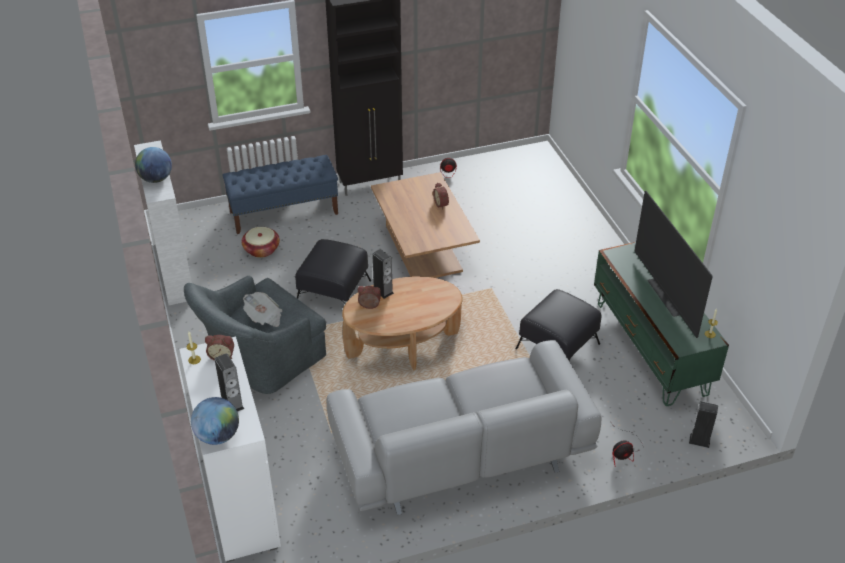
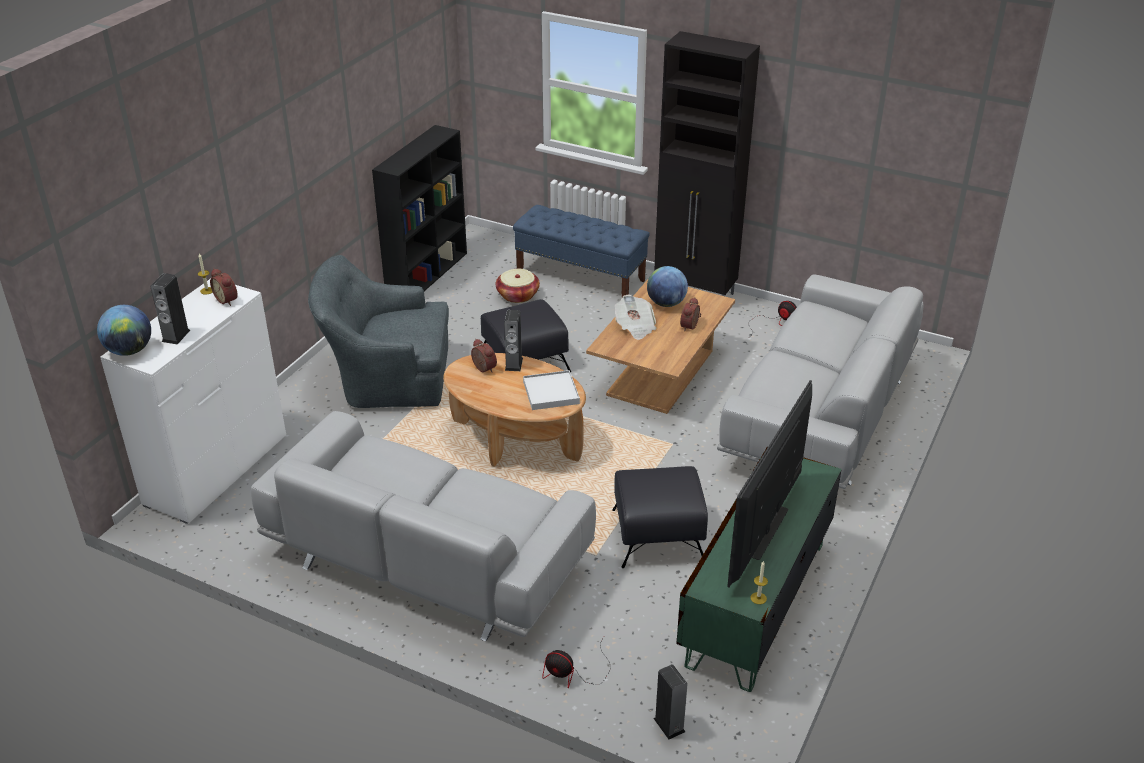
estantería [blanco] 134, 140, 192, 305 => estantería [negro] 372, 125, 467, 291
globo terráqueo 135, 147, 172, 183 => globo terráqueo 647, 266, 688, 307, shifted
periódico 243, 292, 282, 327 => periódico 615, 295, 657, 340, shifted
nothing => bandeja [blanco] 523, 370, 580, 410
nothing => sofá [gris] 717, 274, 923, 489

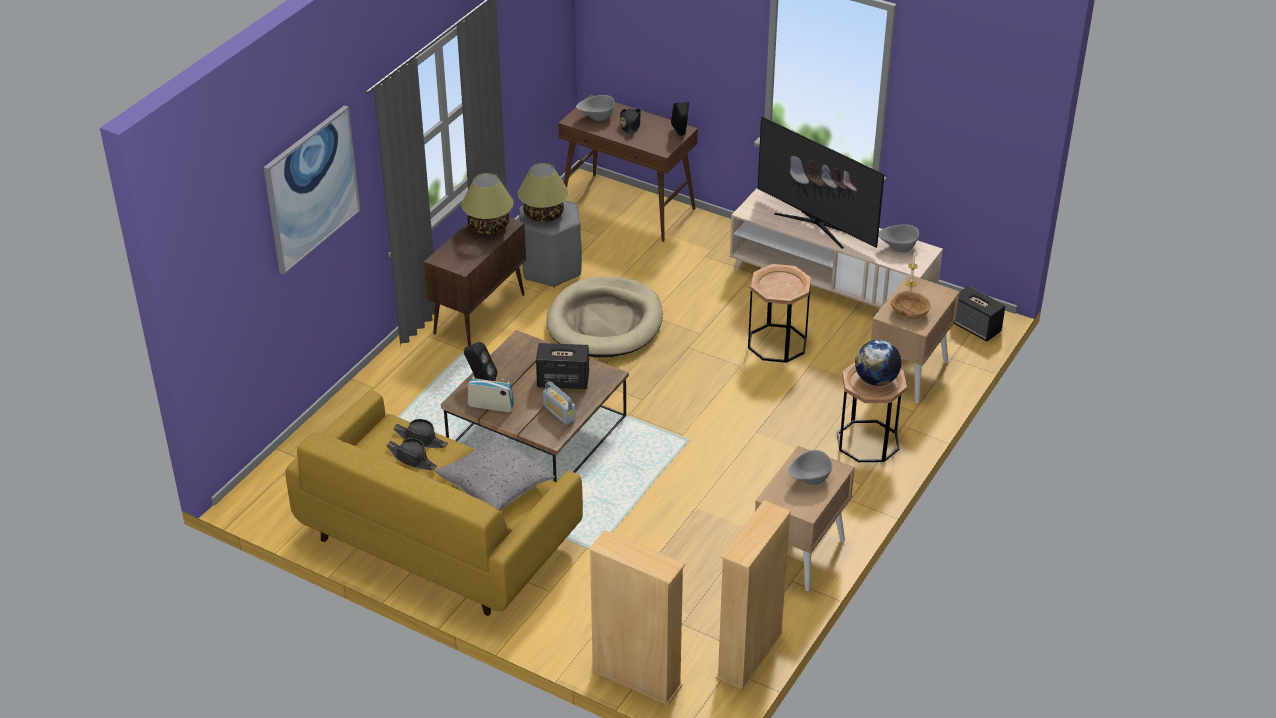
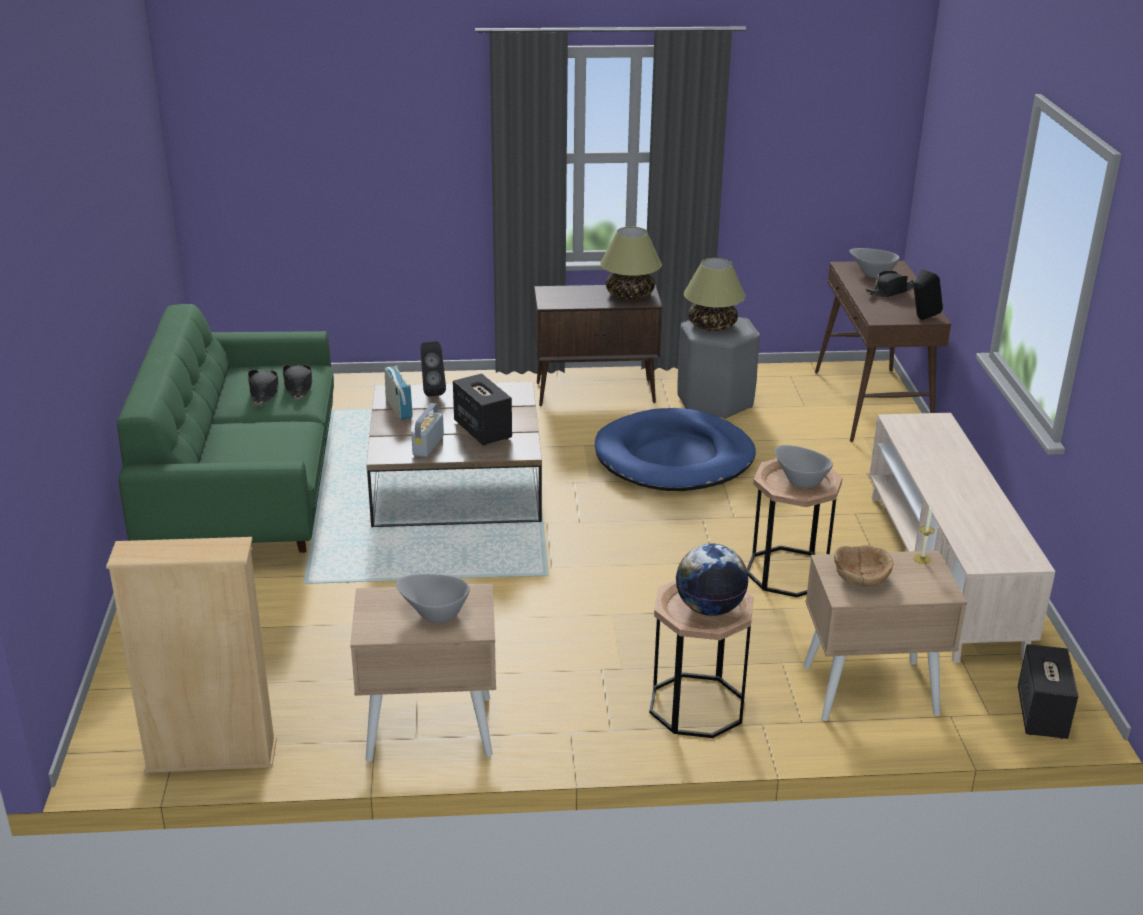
cuadro 264, 105, 361, 274 => nothing
sofá [amarillo] 285, 390, 583, 616 => sofá [verde] 117, 304, 334, 553
cojín [gris] 435, 433, 555, 511 => nothing
cama para perro [beis] 546, 276, 663, 358 => cama para perro [azul] 595, 408, 756, 491
estantería [beis] 589, 530, 685, 705 => nothing
televisor 758, 117, 884, 249 => nothing
cuenco [gris] 878, 224, 919, 252 => cuenco [gris] 775, 445, 833, 488, shifted

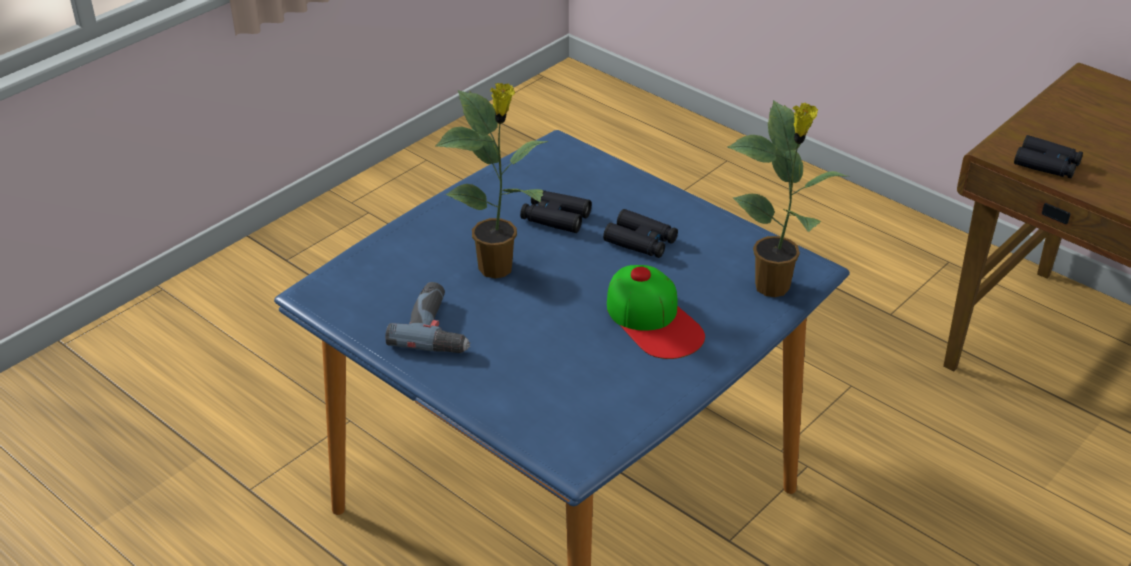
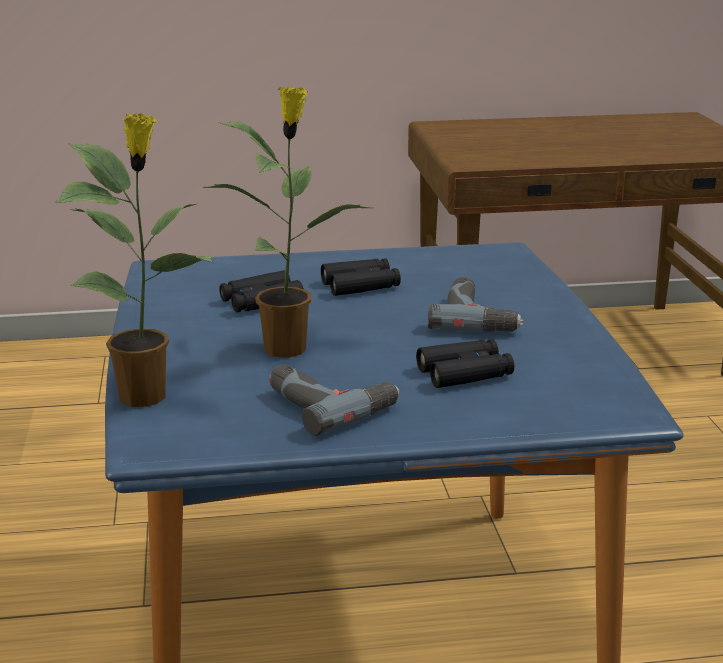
gorra 607, 265, 705, 359 => taladro 428, 277, 523, 332
planta en maceta 728, 100, 847, 297 => planta en maceta 55, 113, 213, 407, shifted
prismáticos [negro] 1014, 135, 1083, 178 => prismáticos [negro] 416, 339, 514, 388, shifted

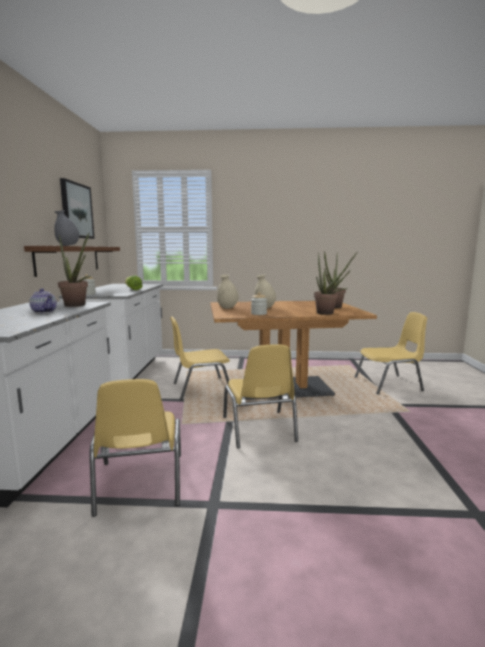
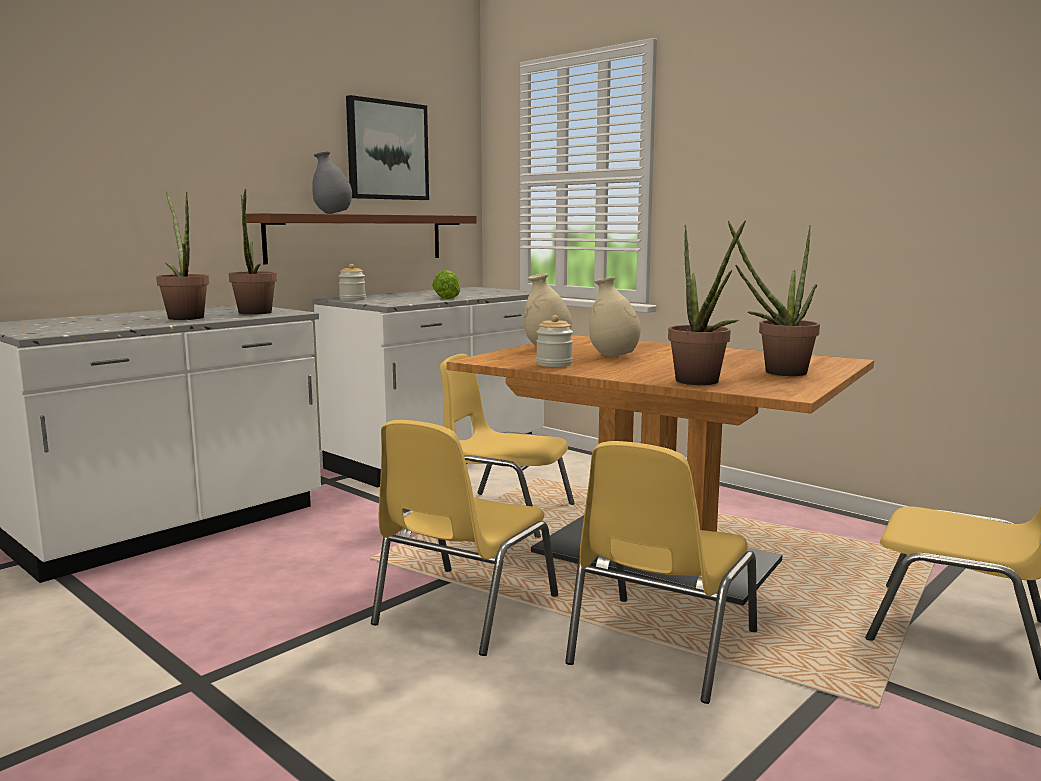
tetera 29, 288, 57, 313 => planta en maceta 156, 191, 209, 320
silla [amarillo] 89, 379, 181, 517 => silla [amarillo] 565, 441, 757, 704, shifted

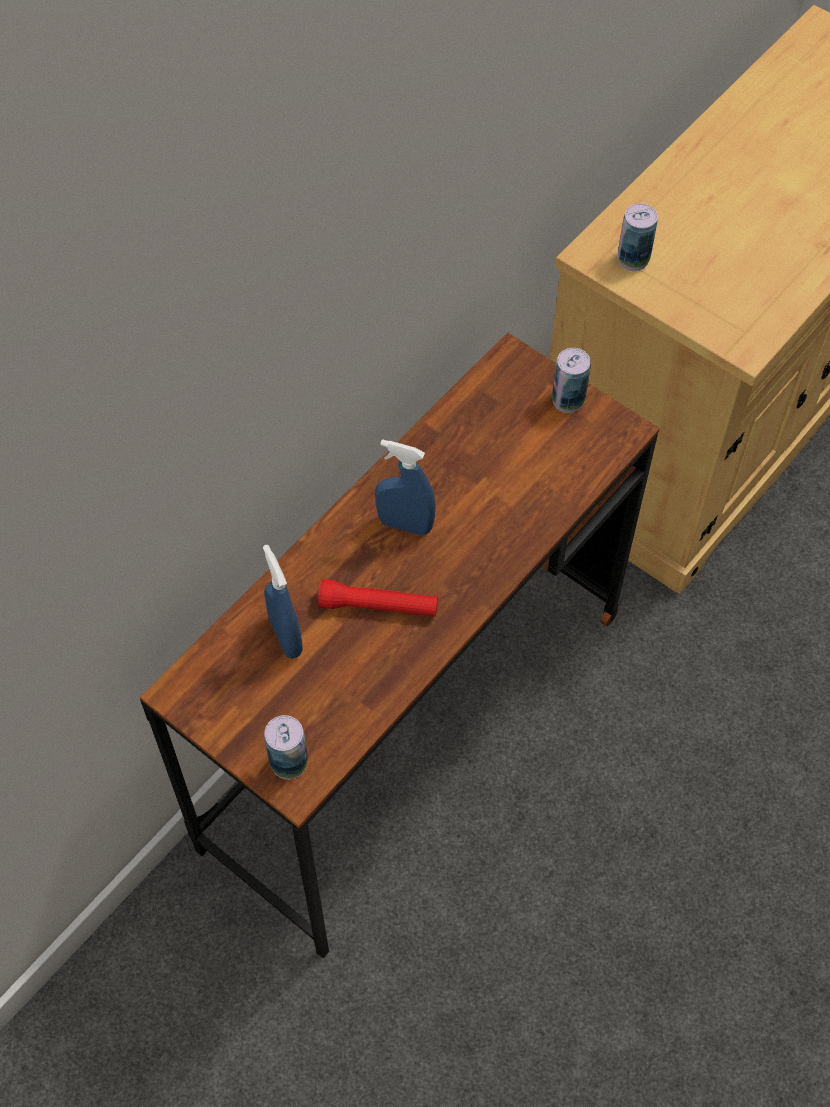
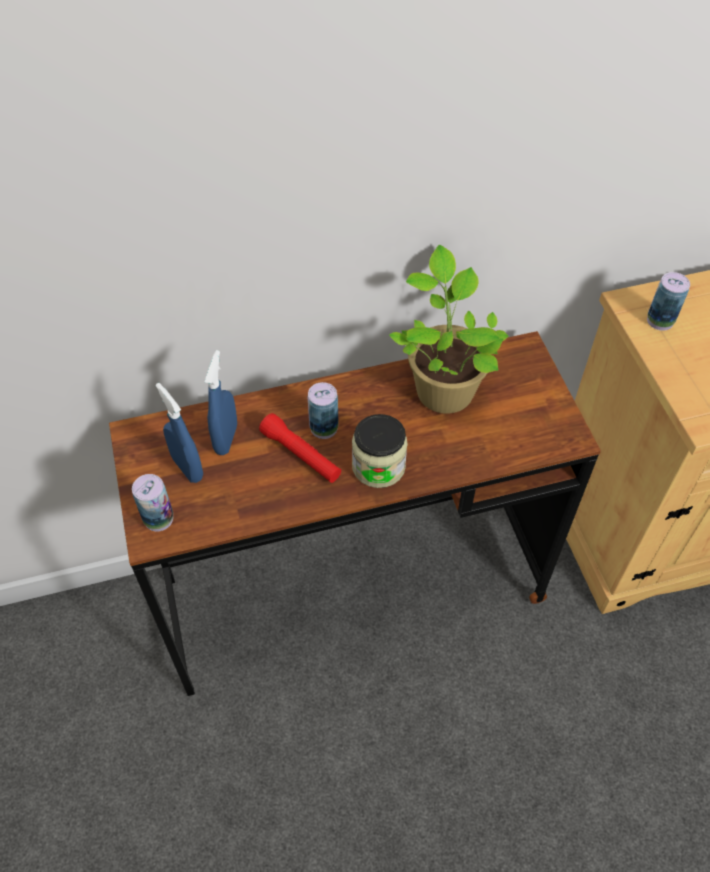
pulverizador [azul] 375, 439, 436, 536 => pulverizador [azul] 155, 383, 203, 483, shifted
lata 552, 348, 591, 413 => lata 307, 382, 339, 439, shifted
nothing => tarro 352, 414, 408, 488
nothing => planta en maceta 389, 245, 509, 414

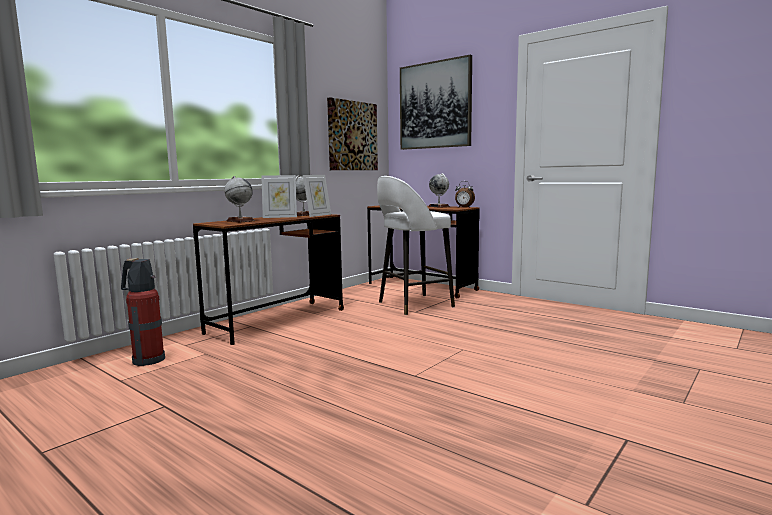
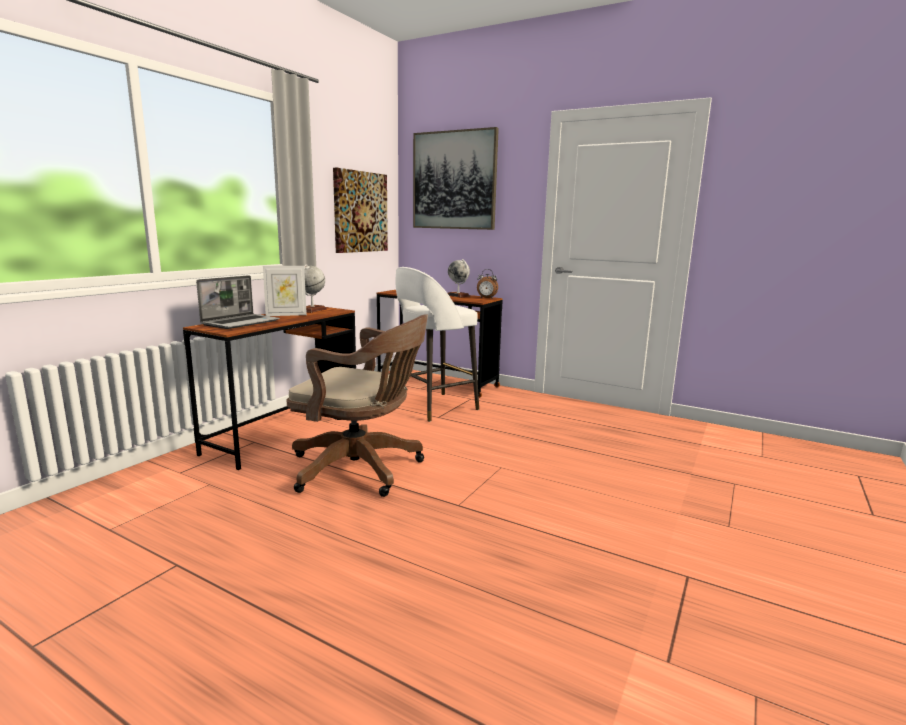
extintor 121, 258, 165, 366 => nothing
globo terráqueo 225, 176, 255, 222 => portátil 196, 275, 280, 329
portarretratos 303, 175, 331, 217 => nothing
nothing => silla de oficina [marrón] 287, 314, 428, 497

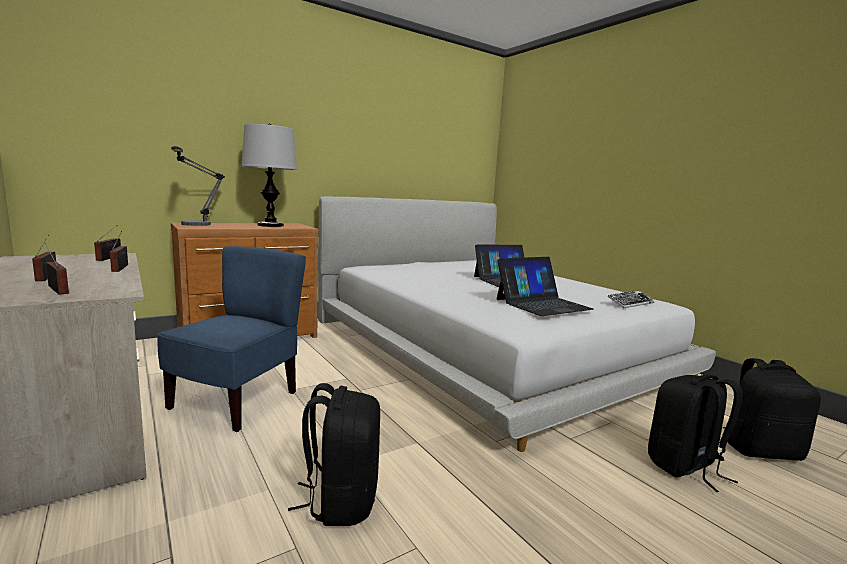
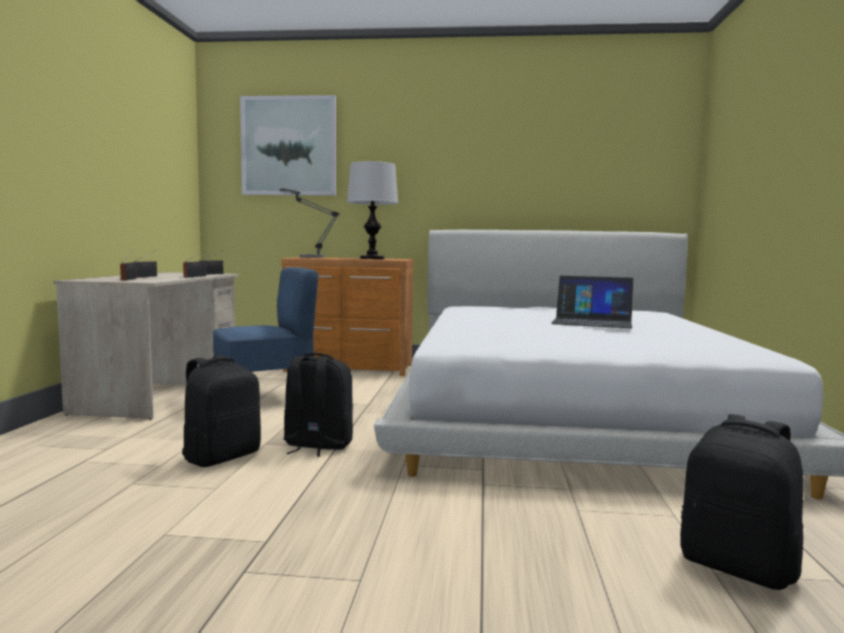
portátil 497, 257, 593, 316 => nothing
teclado 608, 291, 655, 308 => nothing
mochila [negro] 648, 374, 743, 492 => mochila [negro] 283, 353, 353, 457, shifted
nothing => cuadro 240, 95, 336, 196

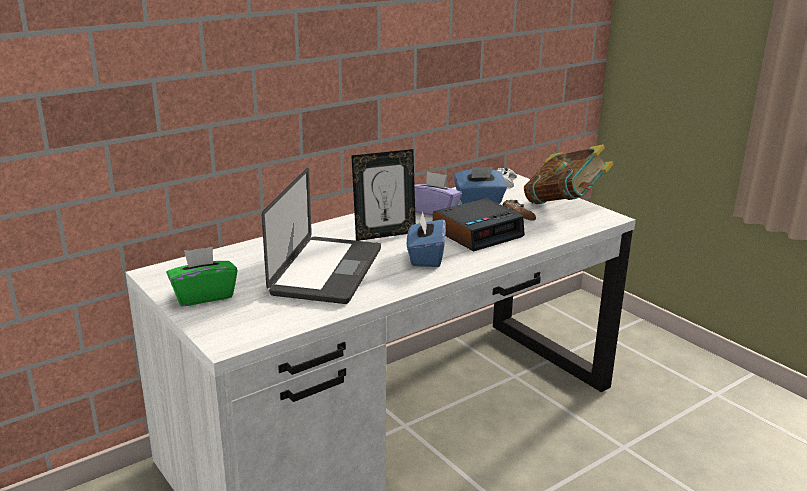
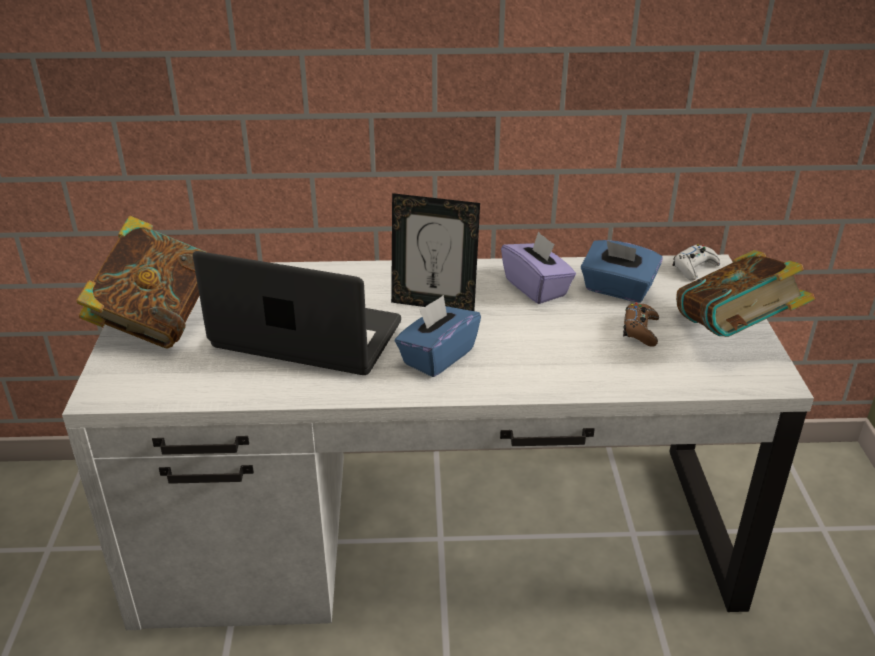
caja de pañuelos [verde] 167, 246, 237, 307 => libro 76, 216, 208, 348
portátil 262, 168, 381, 304 => portátil 193, 251, 401, 375, 120 degrees counterclockwise
despertador 433, 198, 525, 251 => nothing

